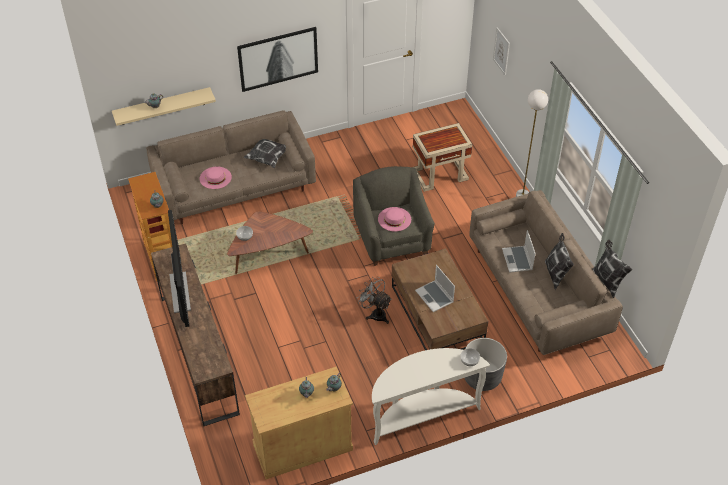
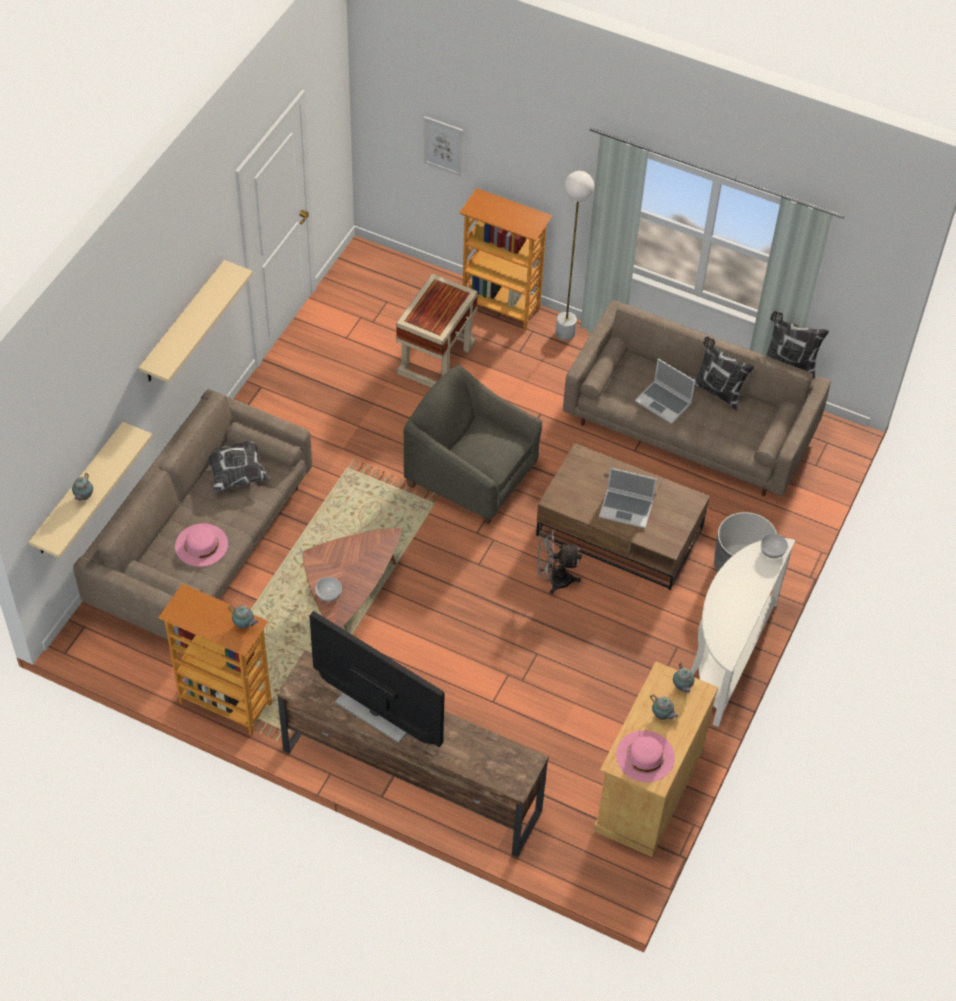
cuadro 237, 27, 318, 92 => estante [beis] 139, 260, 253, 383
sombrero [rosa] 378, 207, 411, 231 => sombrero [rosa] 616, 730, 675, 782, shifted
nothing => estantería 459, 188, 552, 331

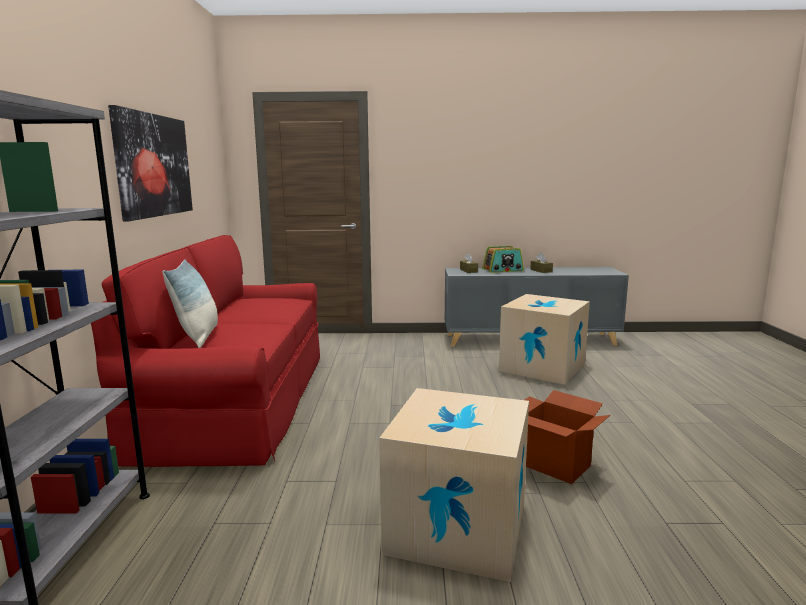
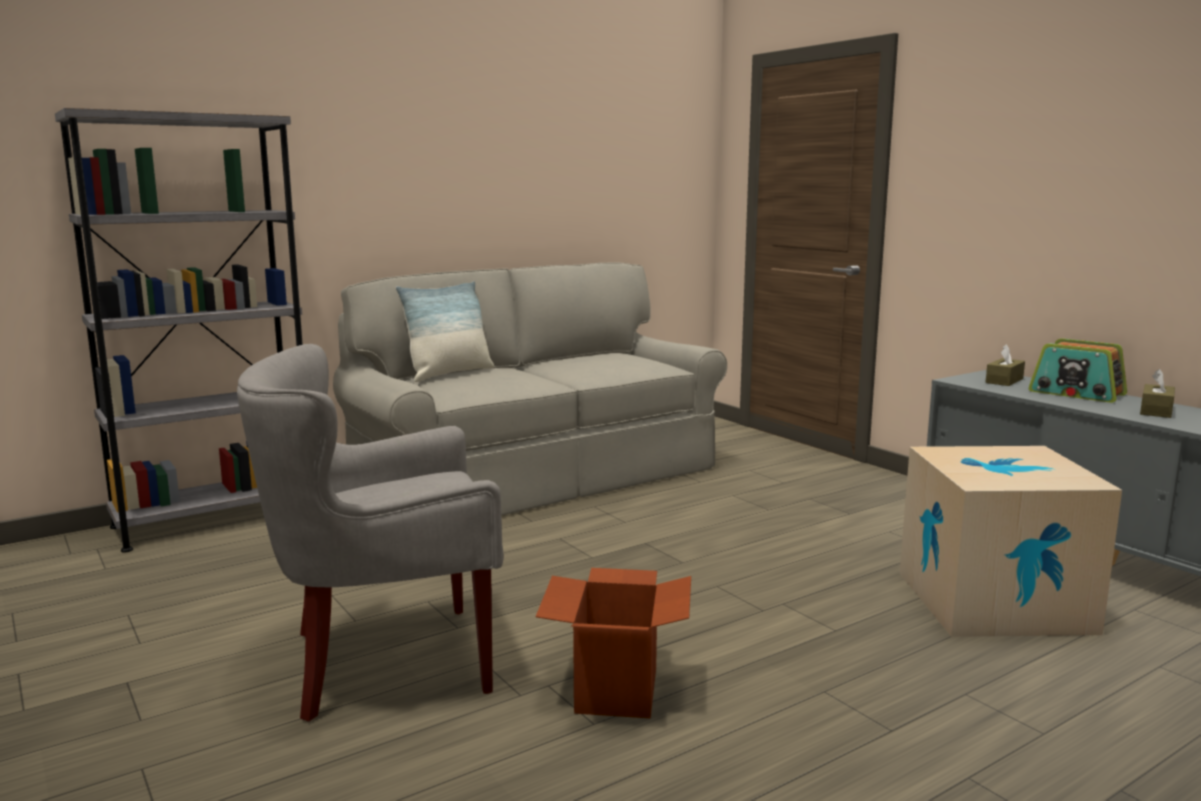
sofá [rojo] 91, 235, 320, 467 => sofá [gris] 333, 263, 727, 516
cuadro 108, 105, 193, 221 => nothing
caja de cartón 379, 388, 529, 582 => sillón [gris] 237, 344, 504, 722

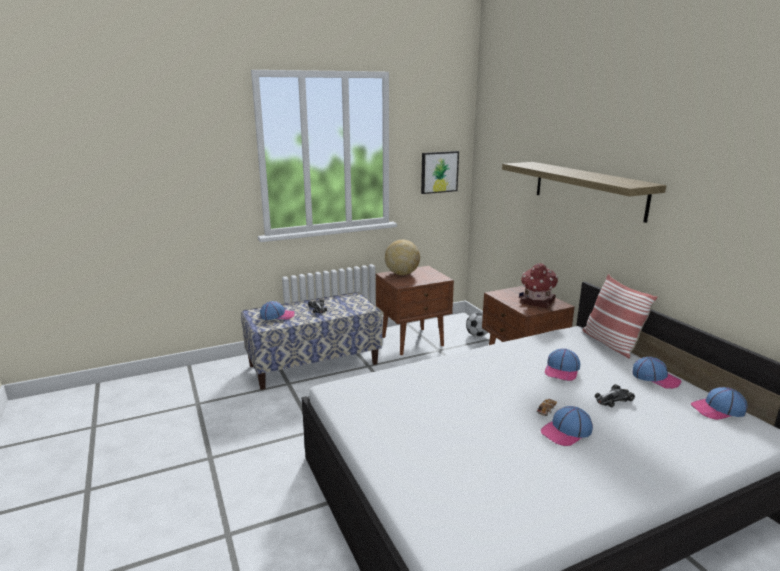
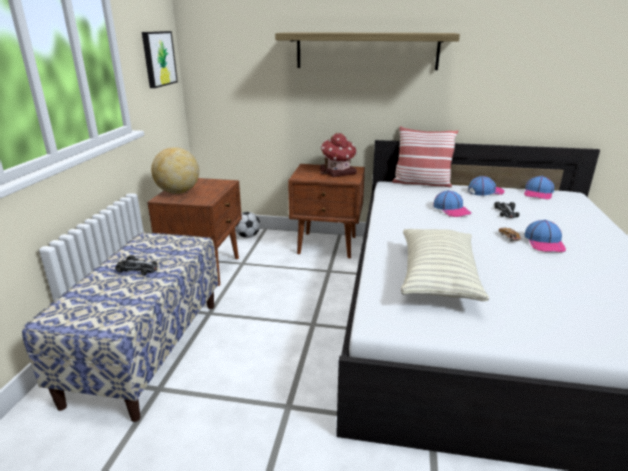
gorra 260, 301, 295, 320 => nothing
nothing => cojín 401, 229, 489, 301

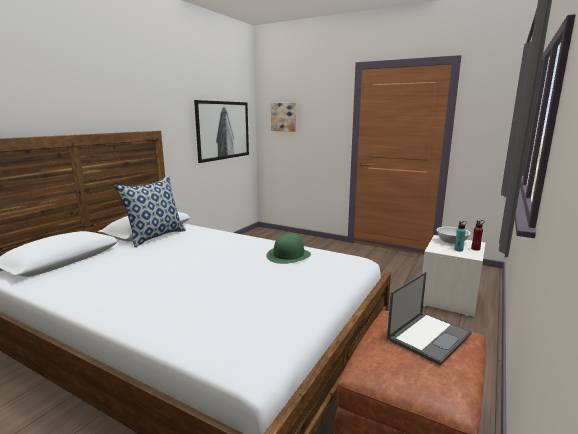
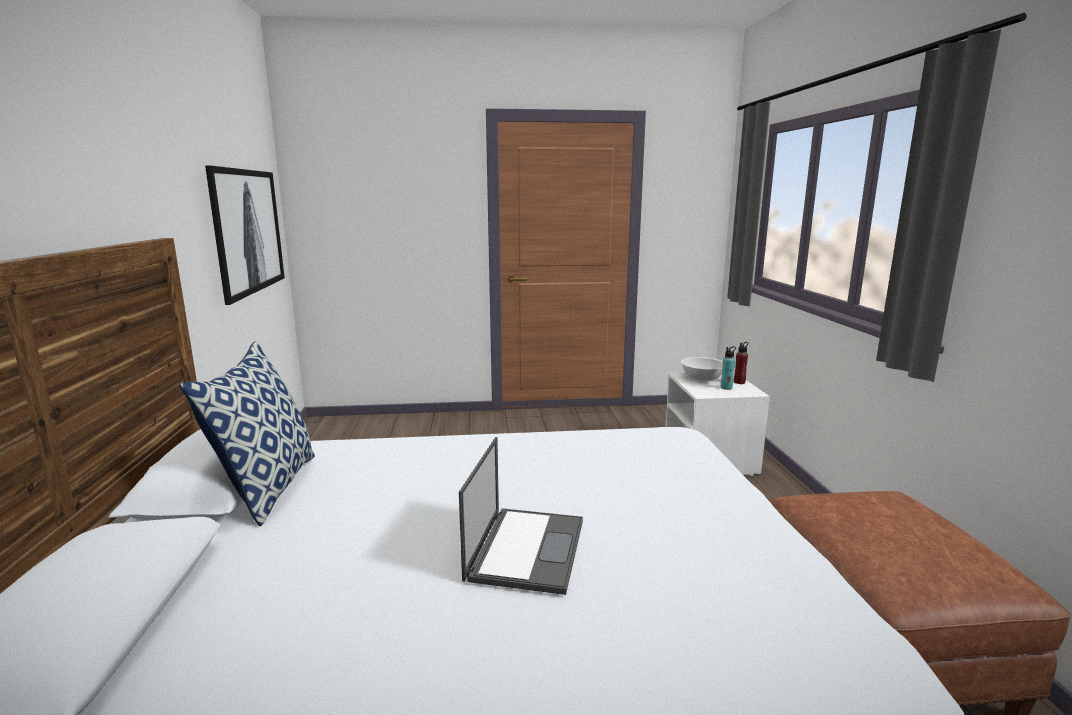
sombrero [verde] 266, 234, 311, 264 => nothing
cuadro 271, 103, 296, 132 => nothing
portátil 387, 272, 472, 365 => portátil 459, 437, 583, 595, shifted

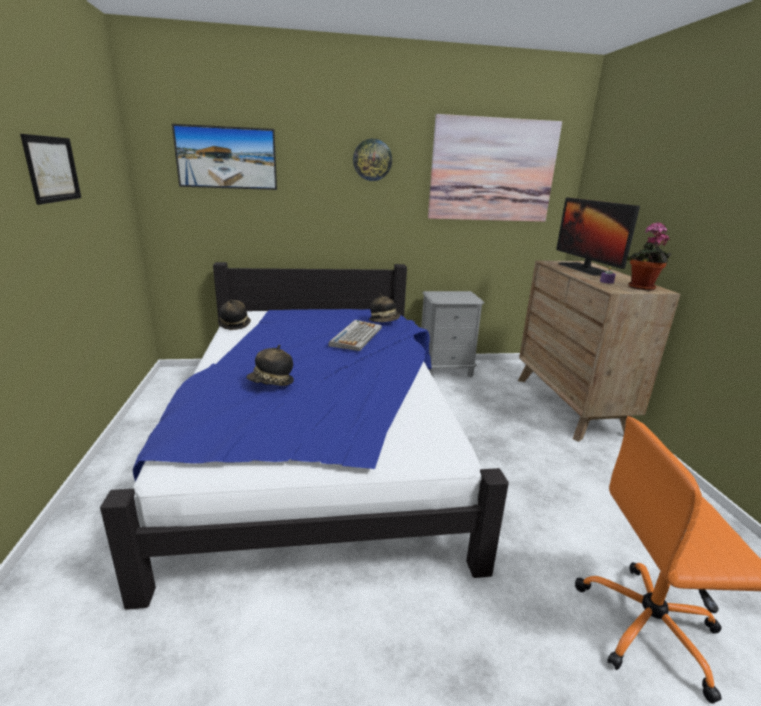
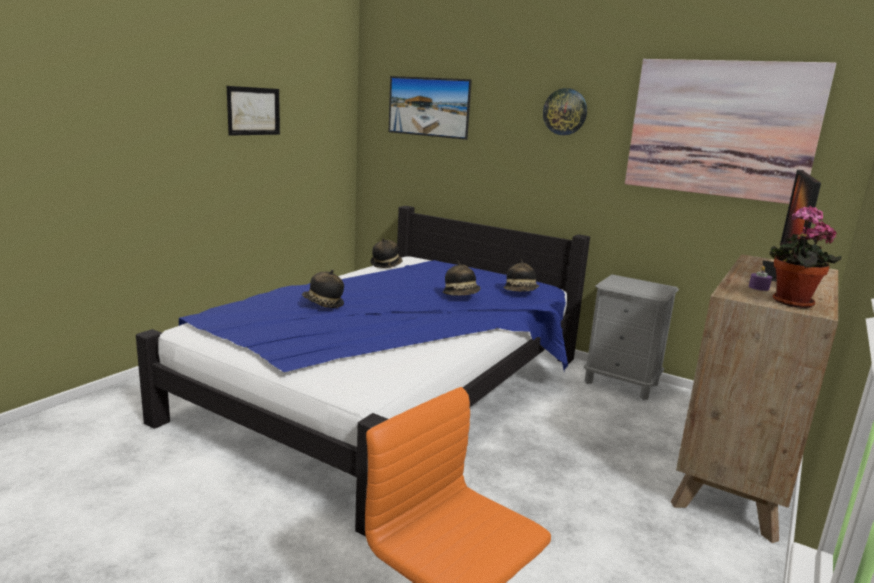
teclado 329, 320, 382, 351 => sombrero 443, 261, 480, 296

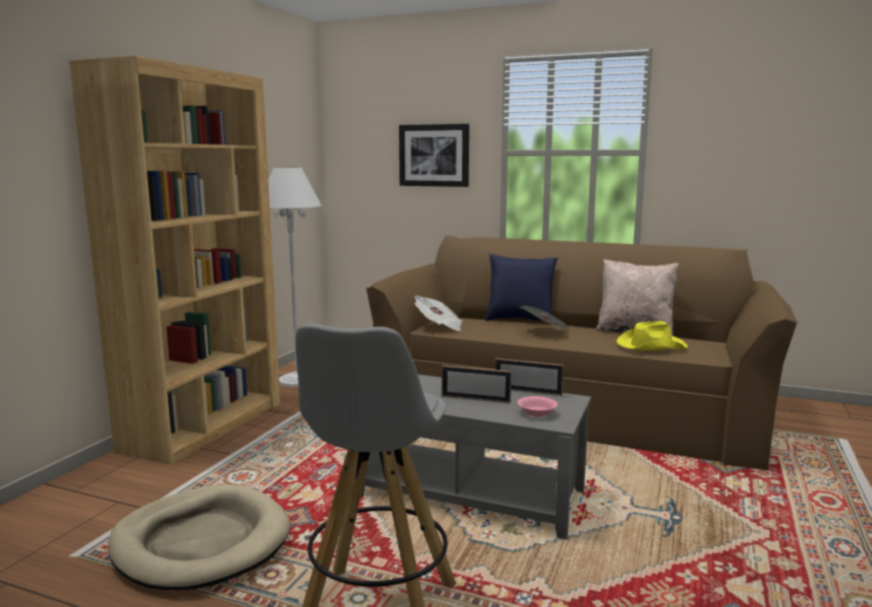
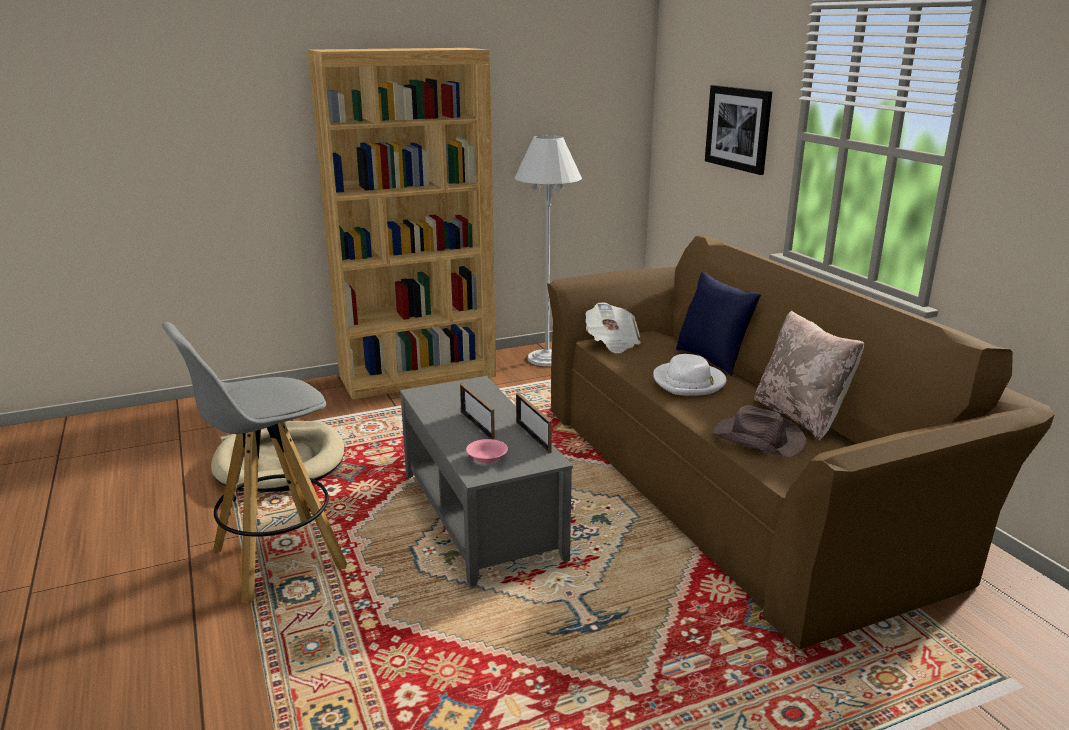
periódico 520, 305, 571, 329 => sombrero [blanco] 653, 354, 727, 396
sombrero [amarillo] 616, 321, 688, 350 => sombrero [marrón] 713, 405, 806, 458

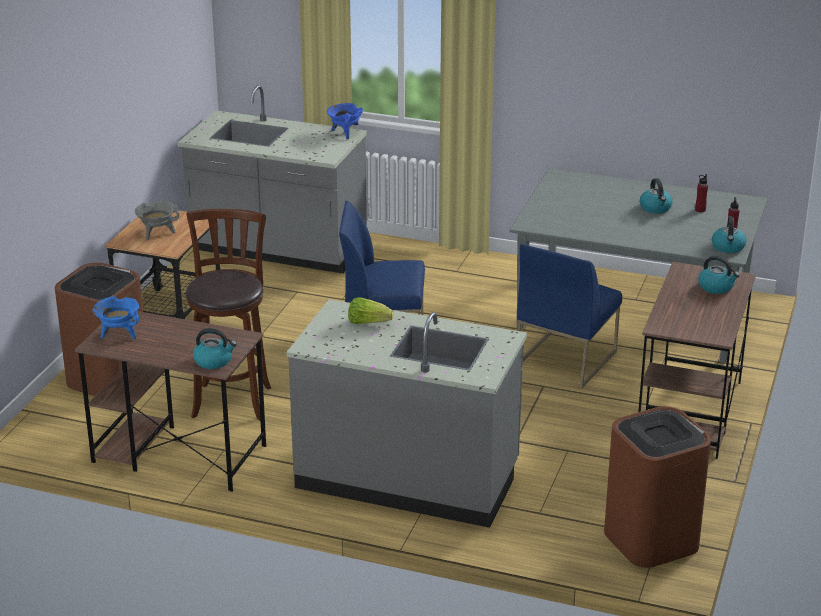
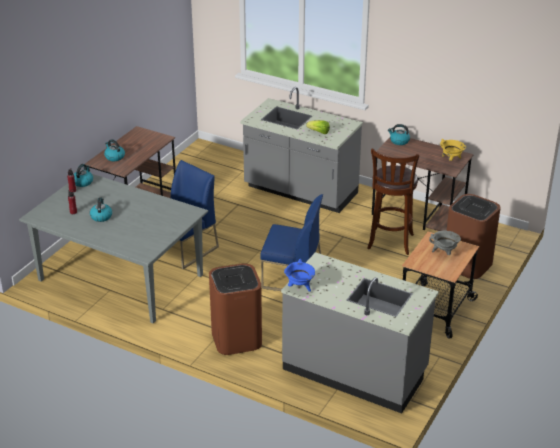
olla [azul] 93, 296, 139, 339 => olla [amarillo] 440, 139, 466, 161
papelera [marrón] 604, 406, 711, 568 => papelera [marrón] 209, 263, 262, 355, shifted

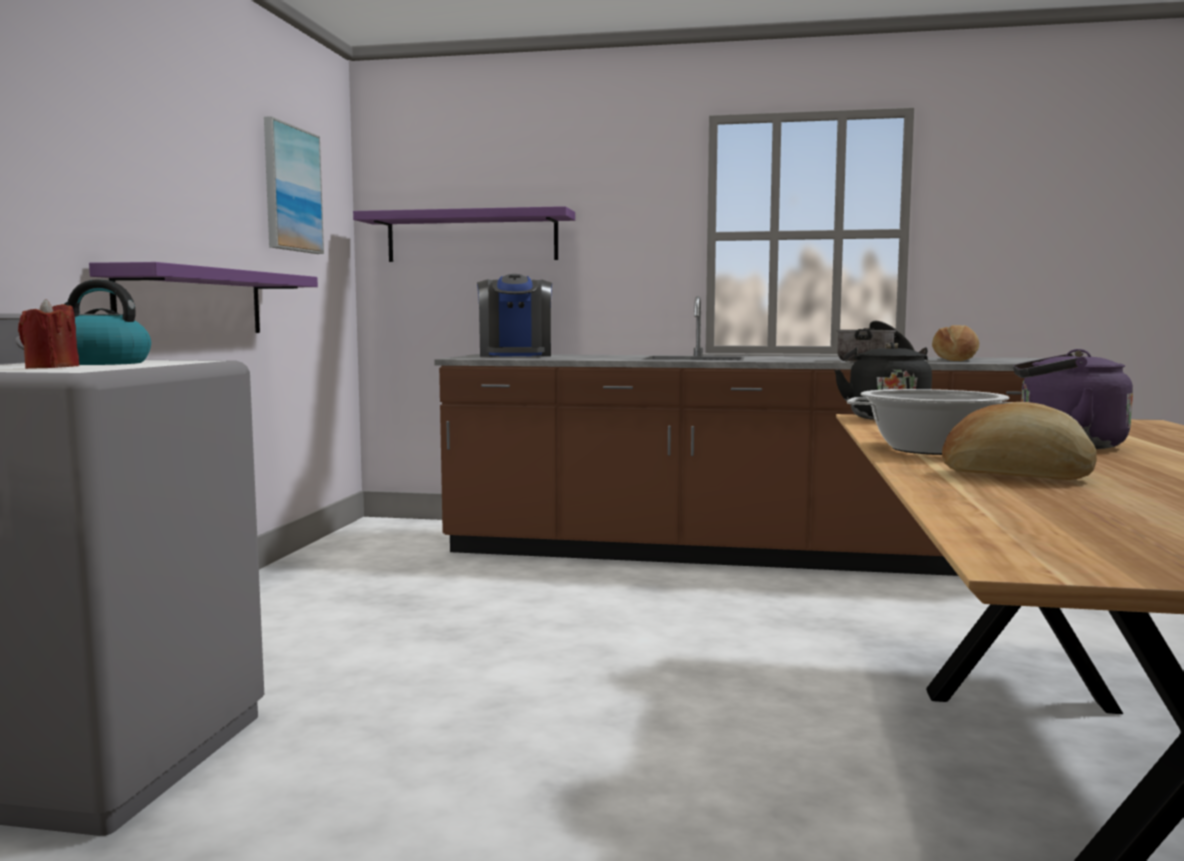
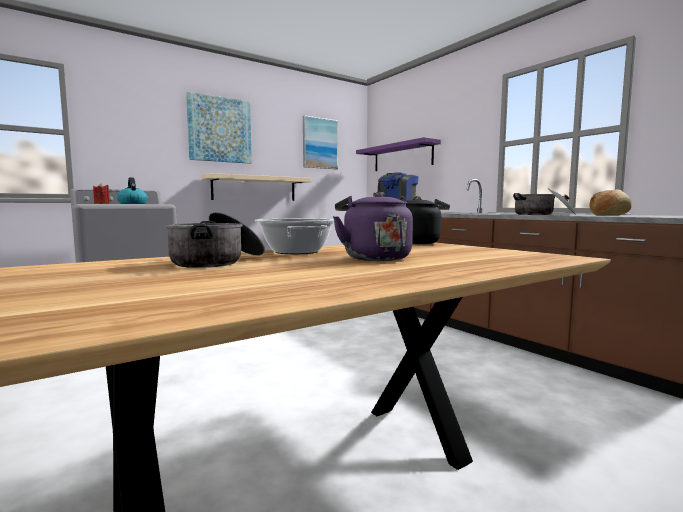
estante [morado] 89, 262, 318, 333 => estante [beis] 201, 173, 312, 201
pan 942, 402, 1097, 480 => olla 165, 212, 265, 268
nothing => cuadro 186, 92, 252, 164

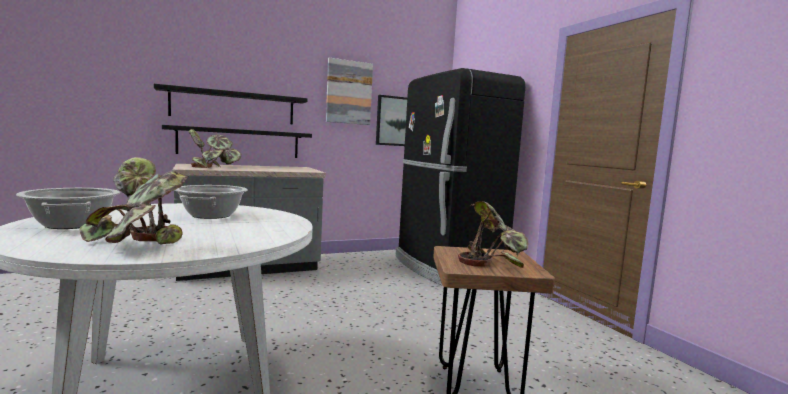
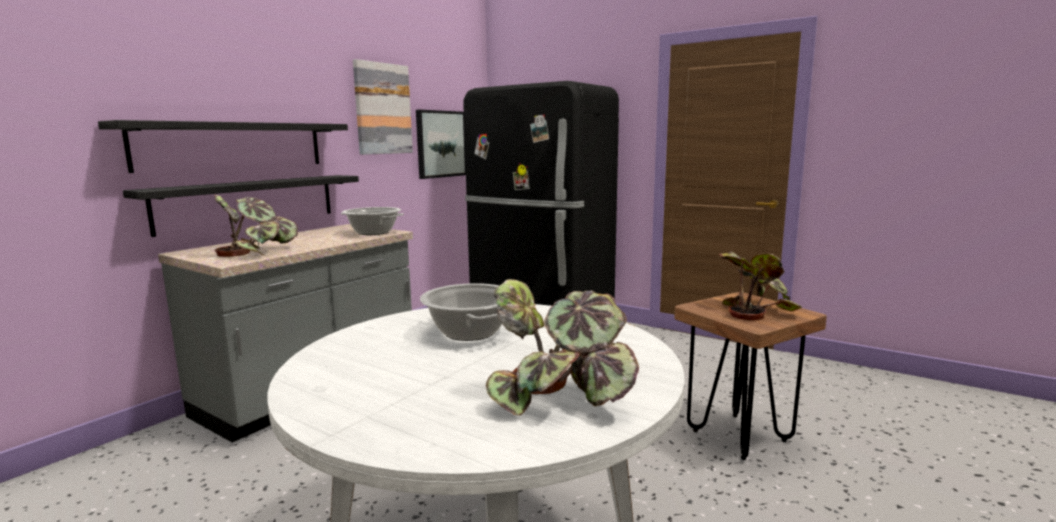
olla 16, 188, 120, 229 => olla 341, 207, 404, 235, shifted

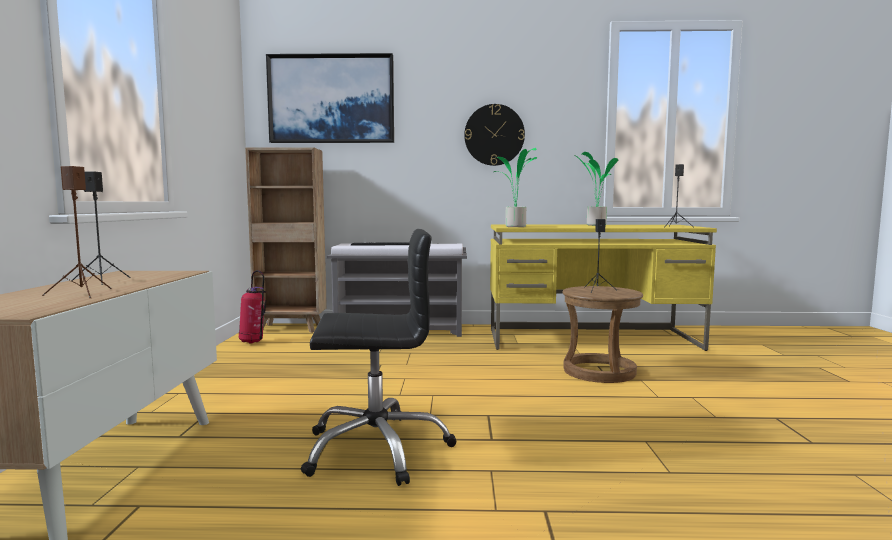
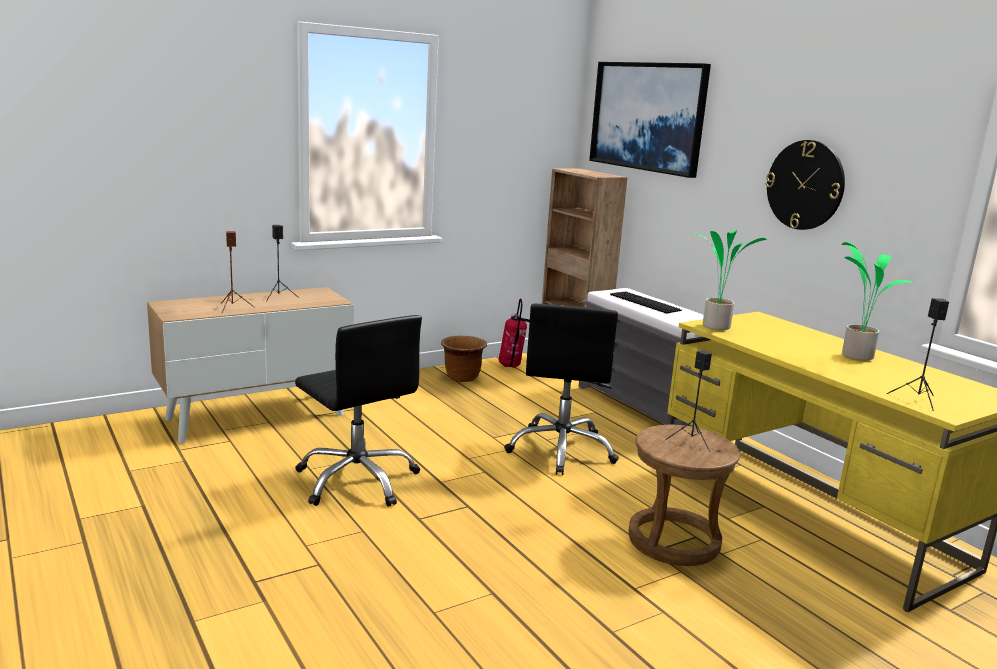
nothing => maceta [marrón] 441, 335, 487, 382
nothing => silla de oficina [negro] 504, 304, 619, 475

